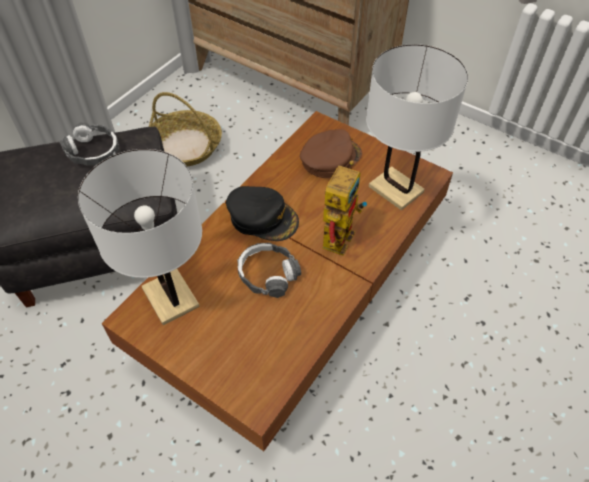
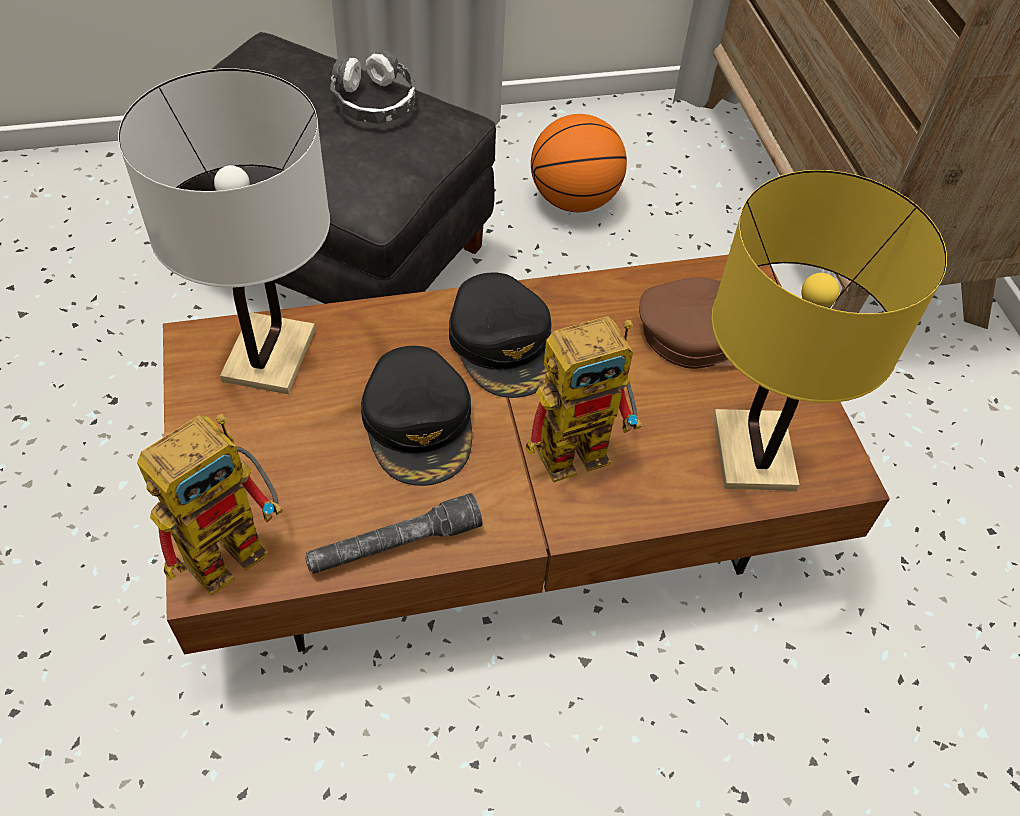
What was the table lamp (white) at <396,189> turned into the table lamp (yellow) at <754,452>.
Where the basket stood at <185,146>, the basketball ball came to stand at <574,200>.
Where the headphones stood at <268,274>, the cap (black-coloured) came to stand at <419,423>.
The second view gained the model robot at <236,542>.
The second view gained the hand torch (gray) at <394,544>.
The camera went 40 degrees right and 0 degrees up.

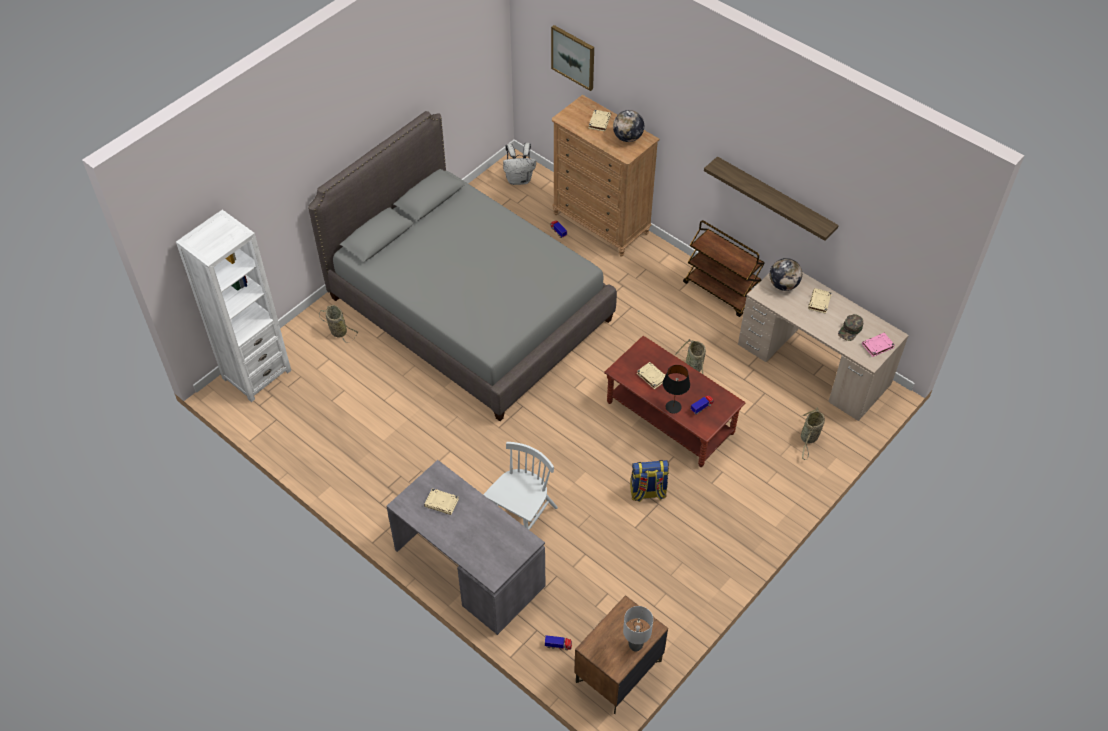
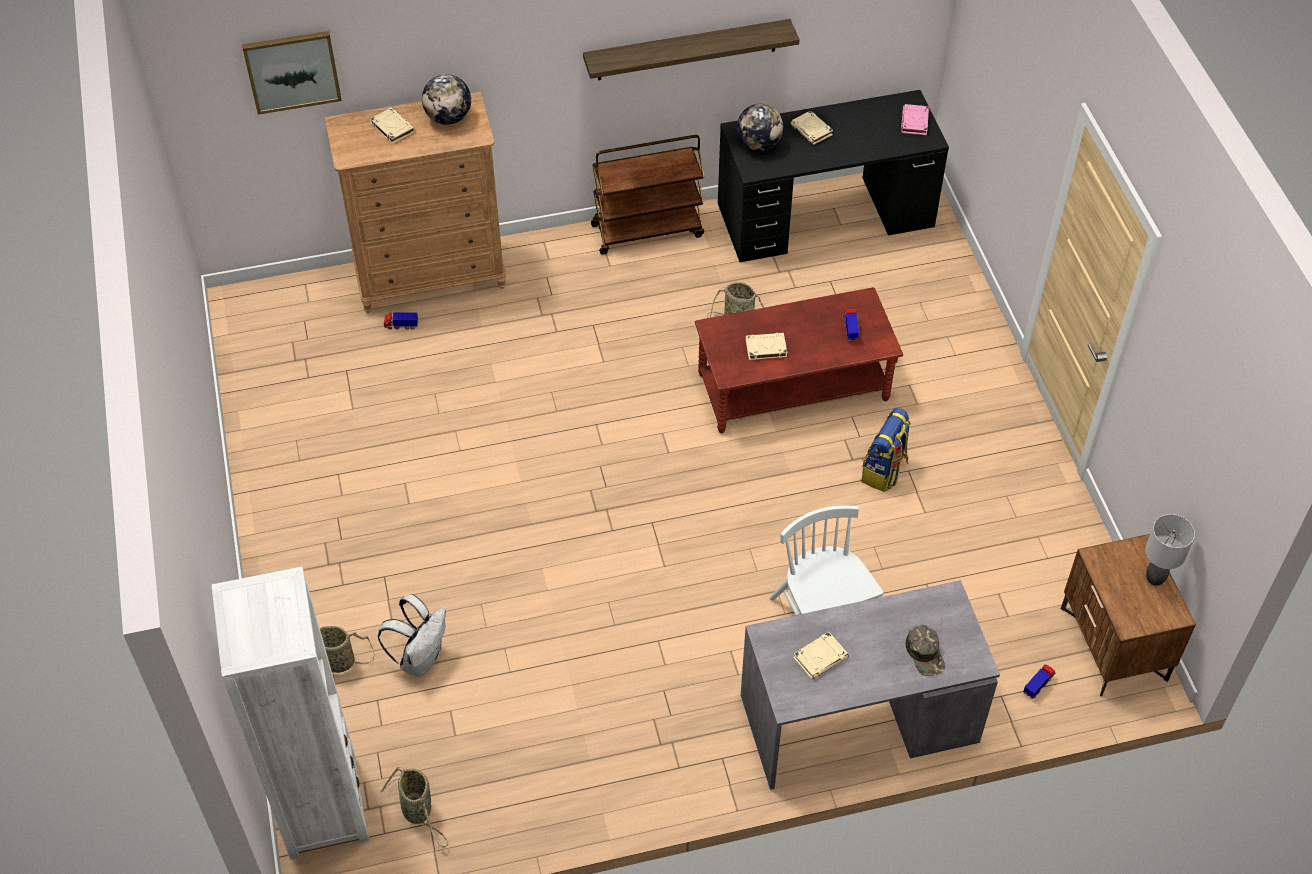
The second view lost the sleeping bed (gray) at <469,308>.
The backpack (white) ended up elsewhere, having gone from <519,179> to <420,658>.
What was the desk (sand-coloured) at <813,364> turned into the desk (black-coloured) at <826,215>.
The cap (green-coloured) ended up elsewhere, having gone from <850,330> to <925,653>.
The second view lost the table lamp (black-coloured) at <673,406>.
The basket ended up elsewhere, having gone from <809,438> to <418,812>.
The camera went 55 degrees left and 0 degrees up.

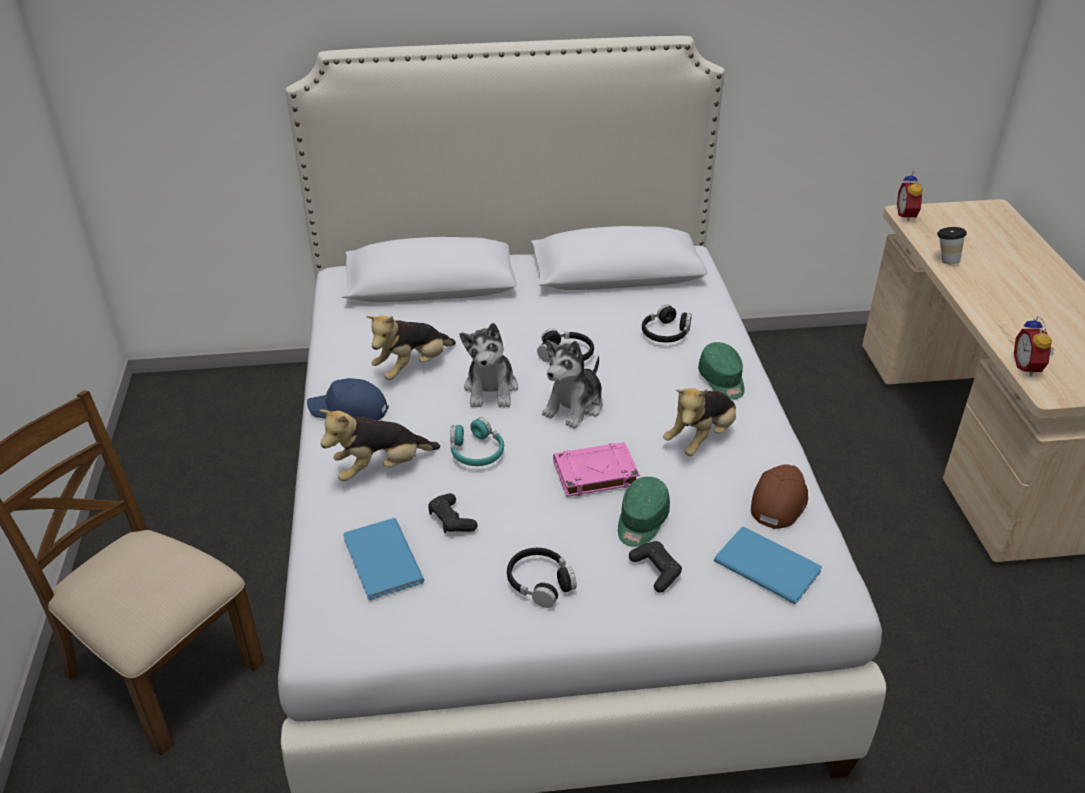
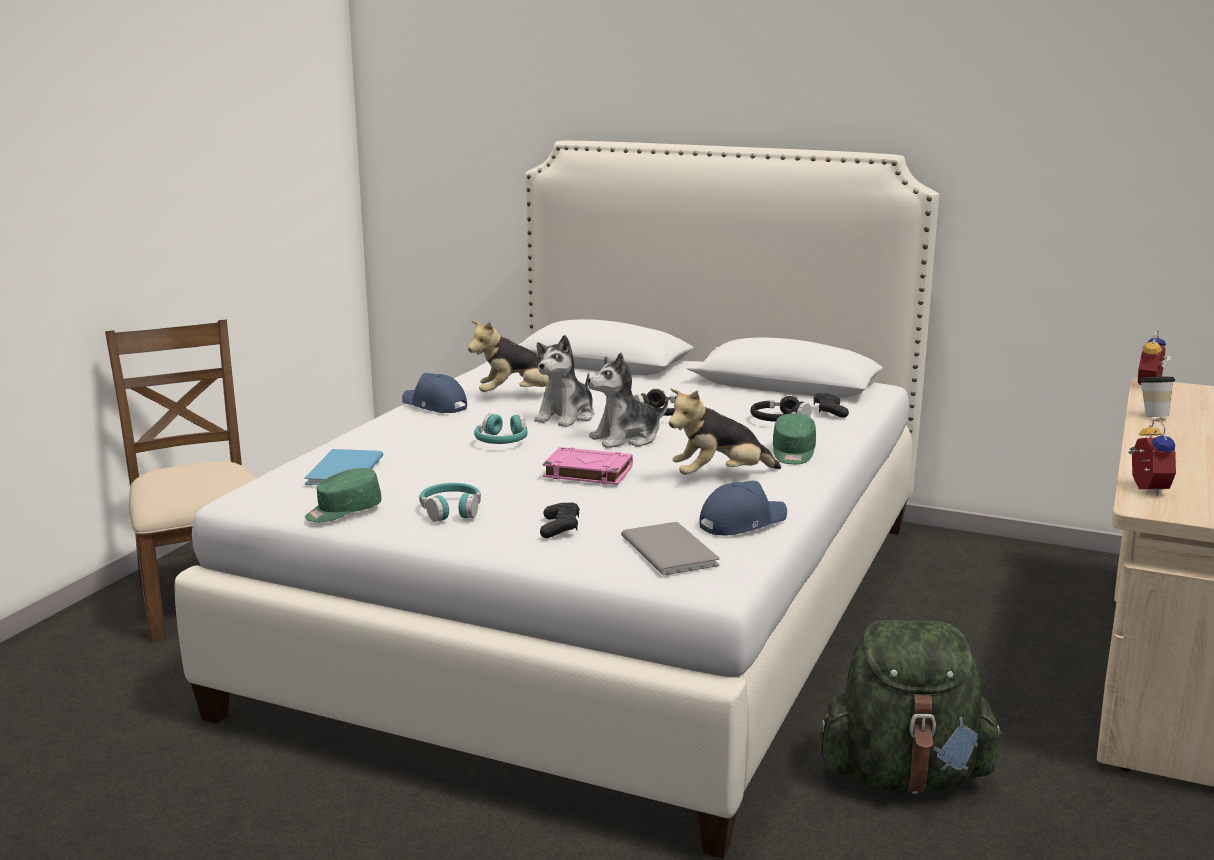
The bedside clock at <1029,367> ended up facing another way, 150 degrees clockwise from before.
The second view lost the cuddly toy at <380,468>.
What was the cap (brownish) at <778,500> turned into the cap (blue) at <741,522>.
The cap (green-coloured) ended up elsewhere, having gone from <641,522> to <343,511>.
The game controller (black-coloured) ended up elsewhere, having gone from <451,520> to <829,412>.
What was the book (blue) at <766,563> turned into the book (gray) at <671,549>.
What was the headphones (black-coloured) at <540,582> turned into the headphones (blue-green) at <451,510>.
The second view gained the backpack (green-coloured) at <904,777>.
The camera went 30 degrees right and 20 degrees down.

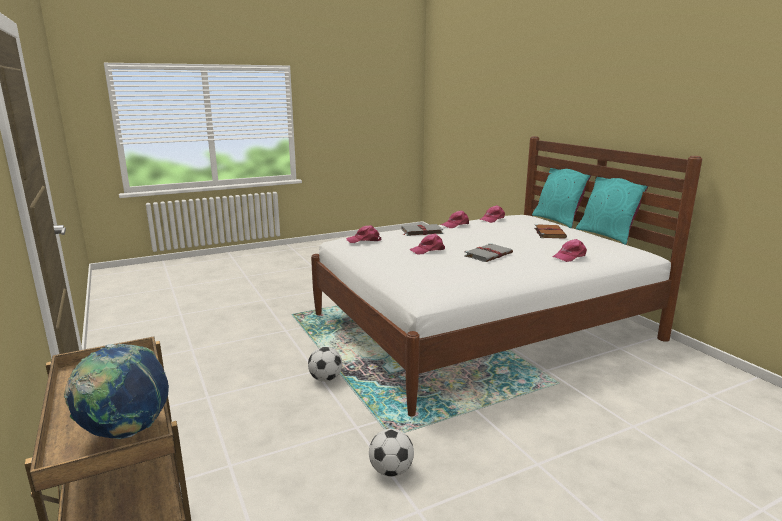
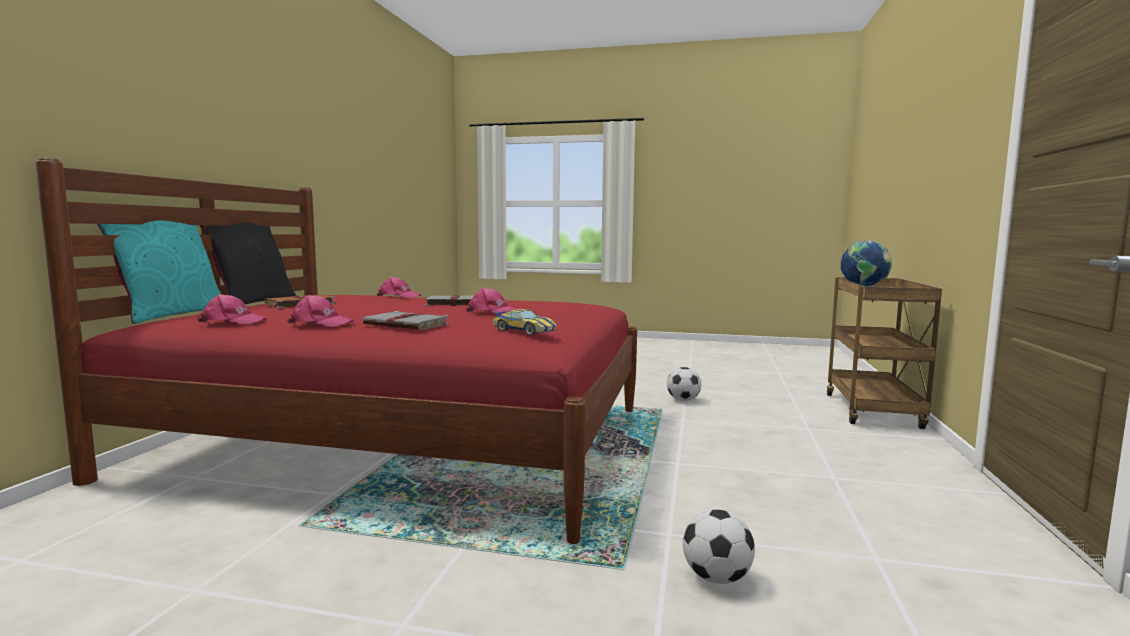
What was the sleeping bed (white) at <482,326> turned into the sleeping bed (red) at <403,441>.
What was the throw pillow (blue-green) at <607,235> turned into the throw pillow (black-coloured) at <253,303>.
Where the cap (pinkish) stood at <364,240>, the miniature car came to stand at <524,330>.
The football ball ended up elsewhere, having gone from <325,379> to <716,578>.
The camera went 140 degrees left and 10 degrees down.

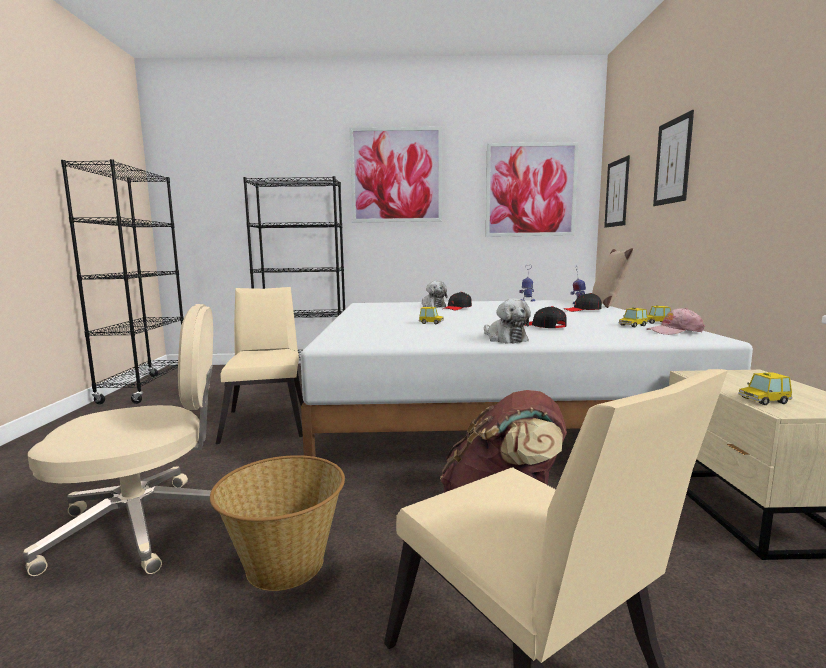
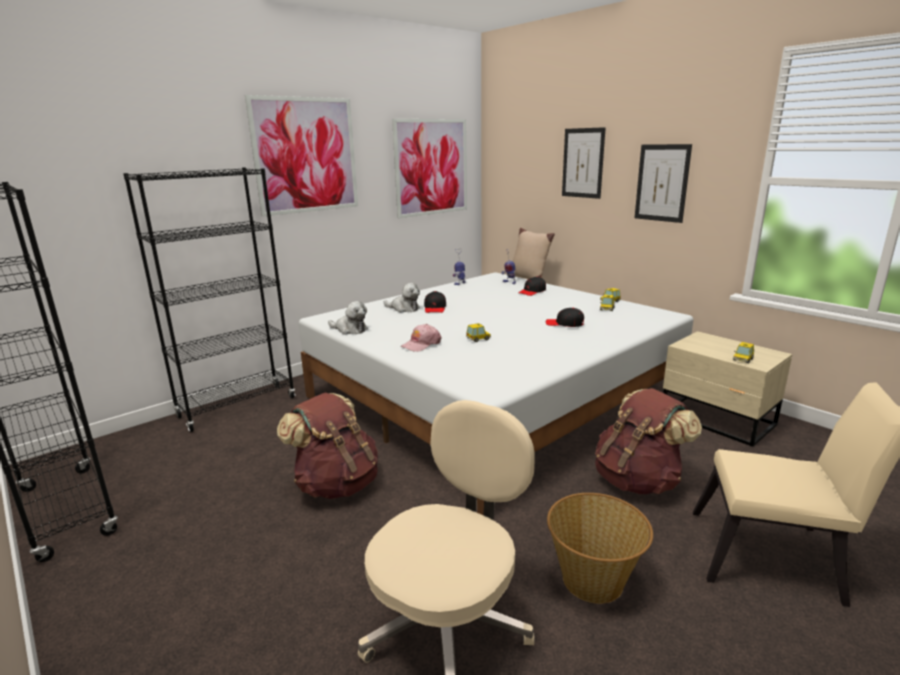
The wall art ended up elsewhere, having gone from <617,193> to <662,183>.
Where the plain chair (sand-coloured) stood at <267,421>, the backpack (brownish) came to stand at <336,484>.
The cuddly toy ended up elsewhere, having gone from <505,339> to <350,330>.
The cap (pinkish) ended up elsewhere, having gone from <674,331> to <421,344>.
The camera went 40 degrees left and 10 degrees up.

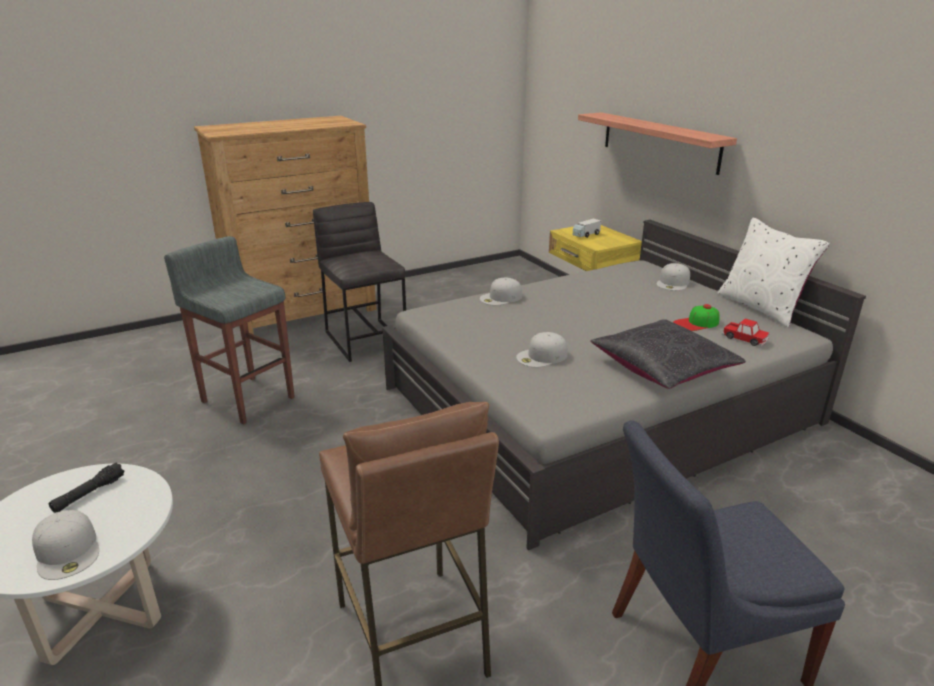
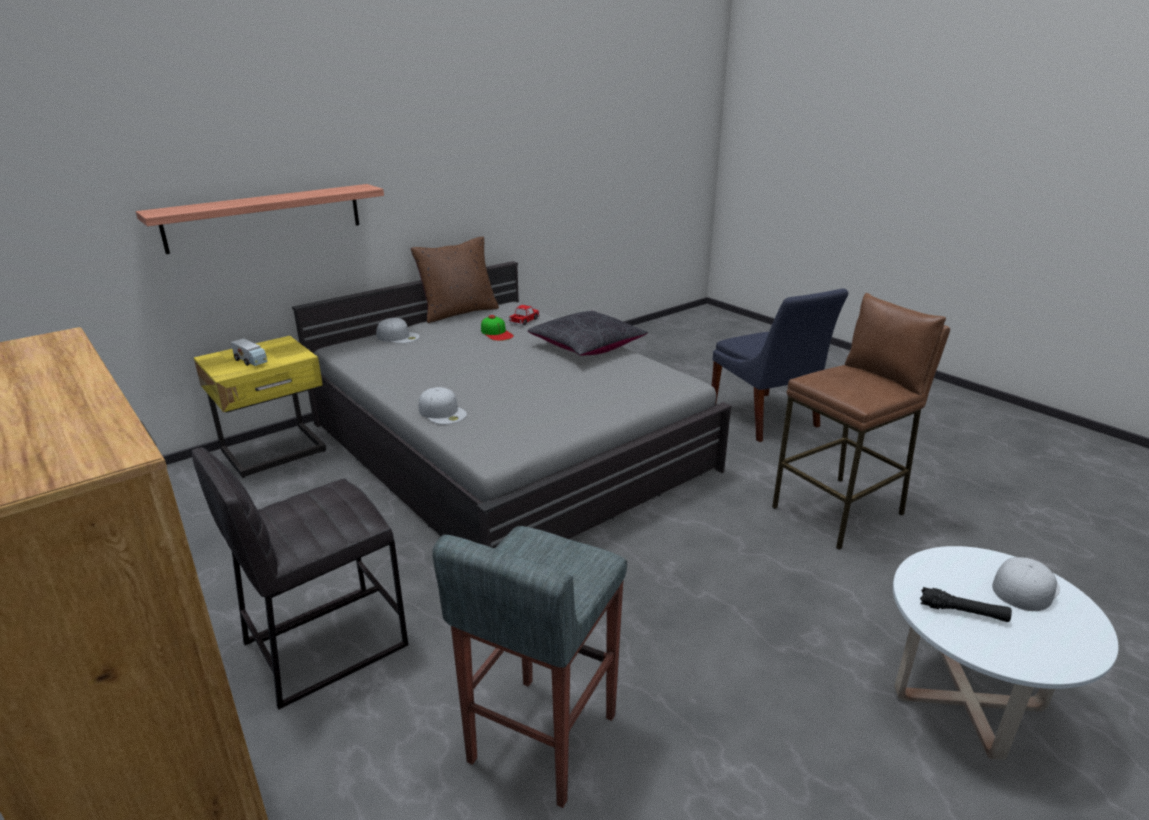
What was the throw pillow (white) at <761,307> turned into the throw pillow (brownish) at <458,312>.
The second view lost the cap (white) at <542,356>.
The camera went 100 degrees left and 0 degrees up.

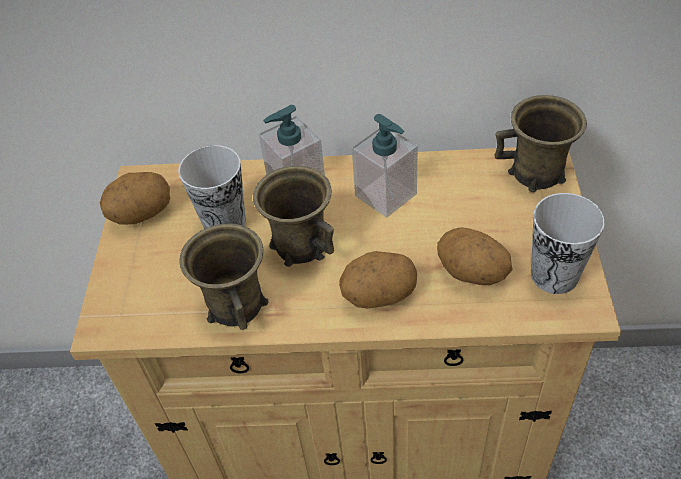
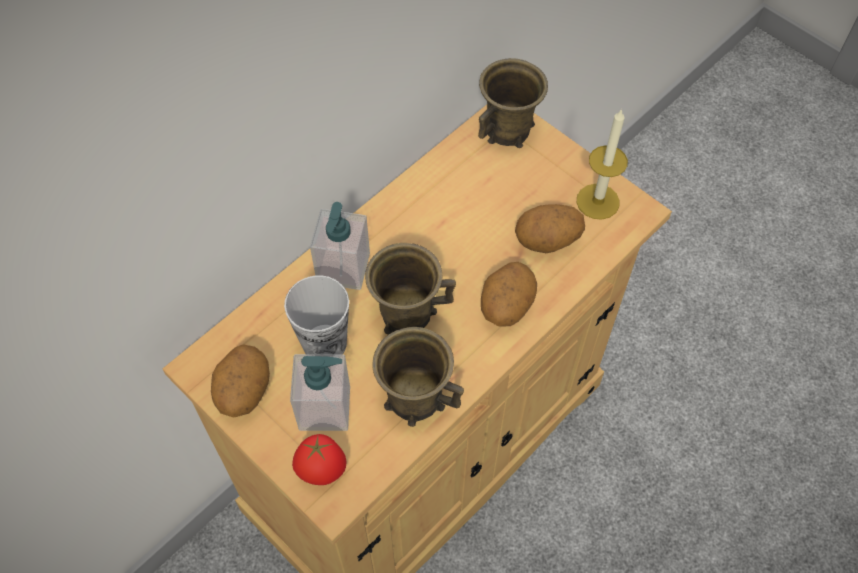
The soap bottle ended up elsewhere, having gone from <386,195> to <325,408>.
Where the small cup stood at <554,275>, the wax candle came to stand at <597,201>.
The second view gained the tomato at <322,471>.
The camera went 50 degrees left and 10 degrees up.

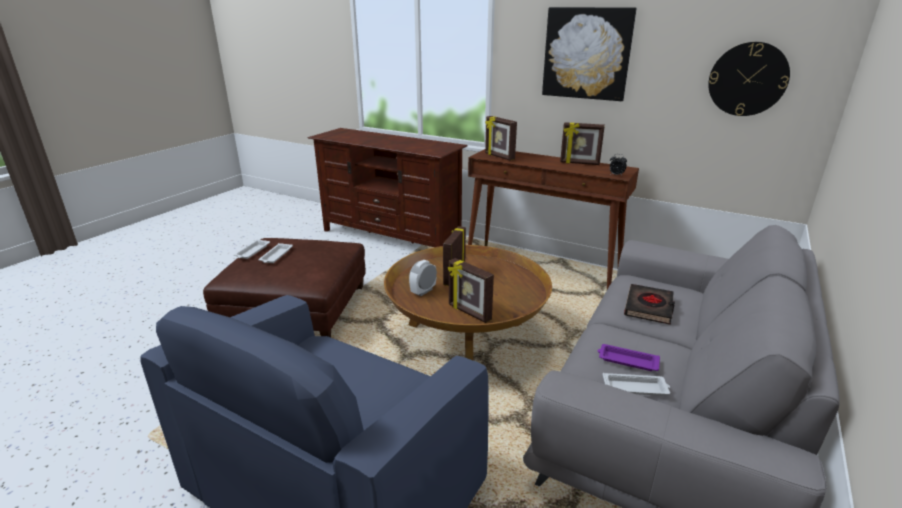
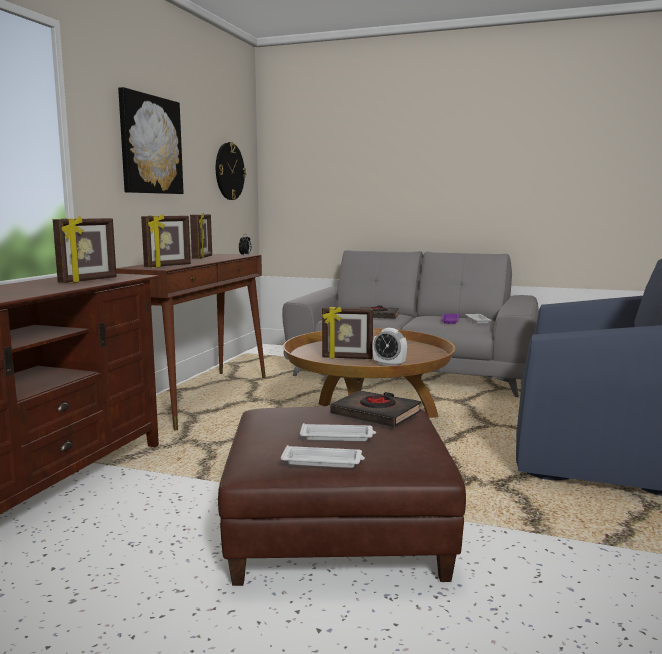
The photo frame ended up elsewhere, having gone from <469,313> to <88,280>.
The second view gained the book (black-coloured) at <376,414>.
The camera went 100 degrees left and 15 degrees down.

